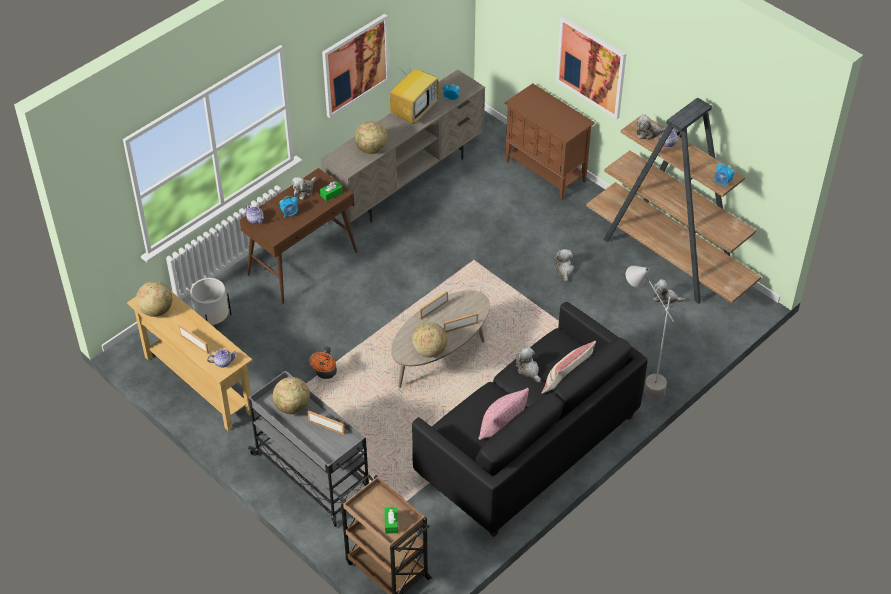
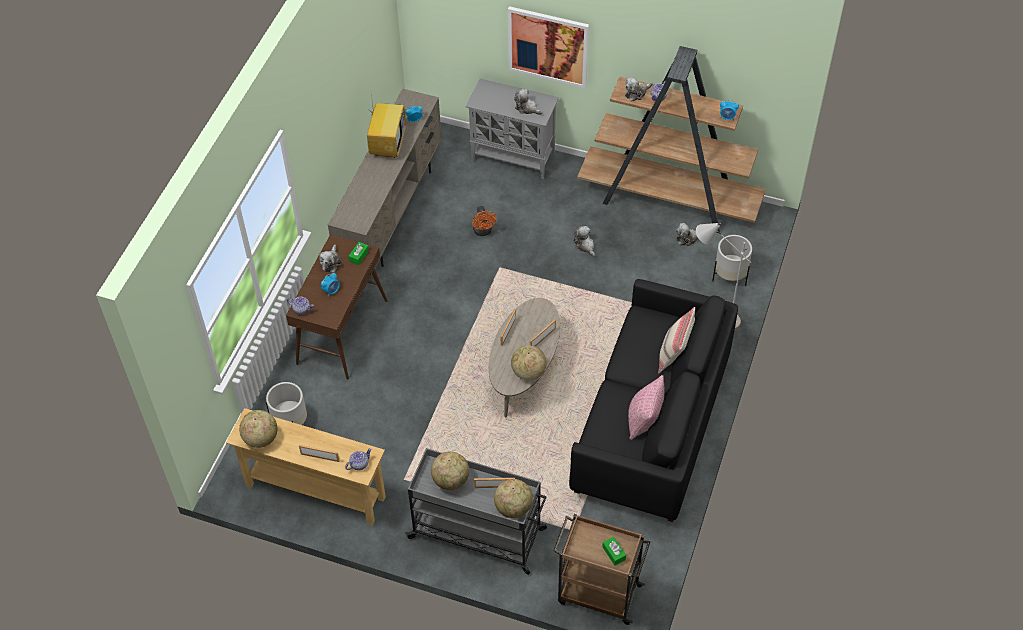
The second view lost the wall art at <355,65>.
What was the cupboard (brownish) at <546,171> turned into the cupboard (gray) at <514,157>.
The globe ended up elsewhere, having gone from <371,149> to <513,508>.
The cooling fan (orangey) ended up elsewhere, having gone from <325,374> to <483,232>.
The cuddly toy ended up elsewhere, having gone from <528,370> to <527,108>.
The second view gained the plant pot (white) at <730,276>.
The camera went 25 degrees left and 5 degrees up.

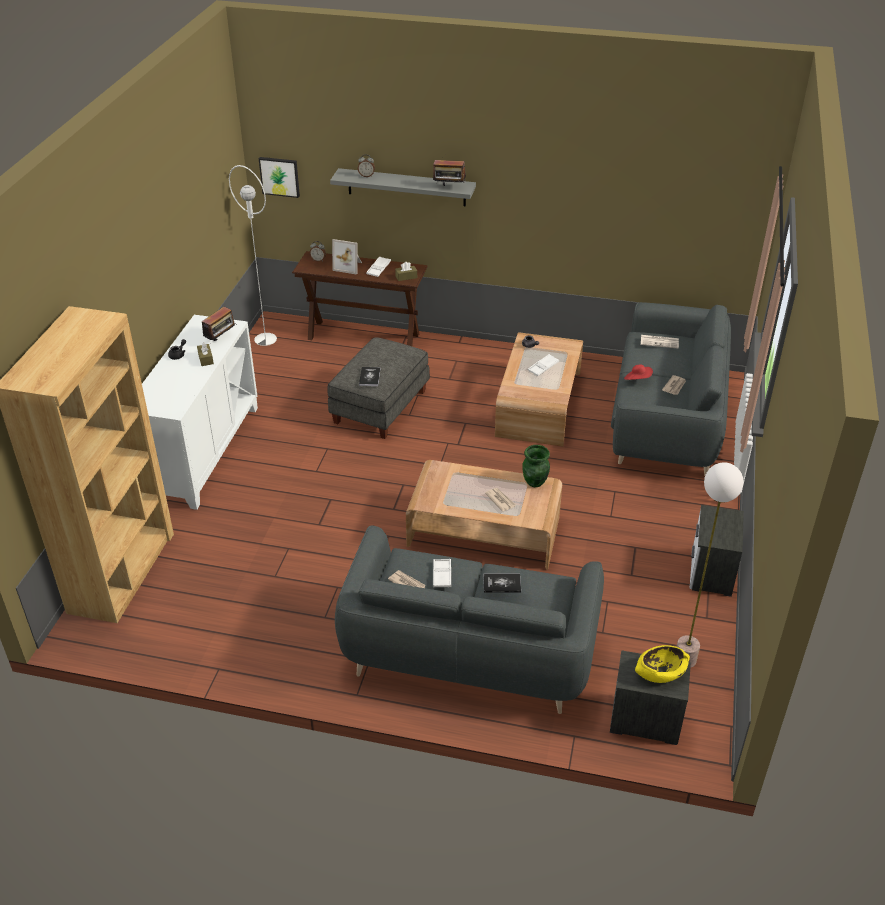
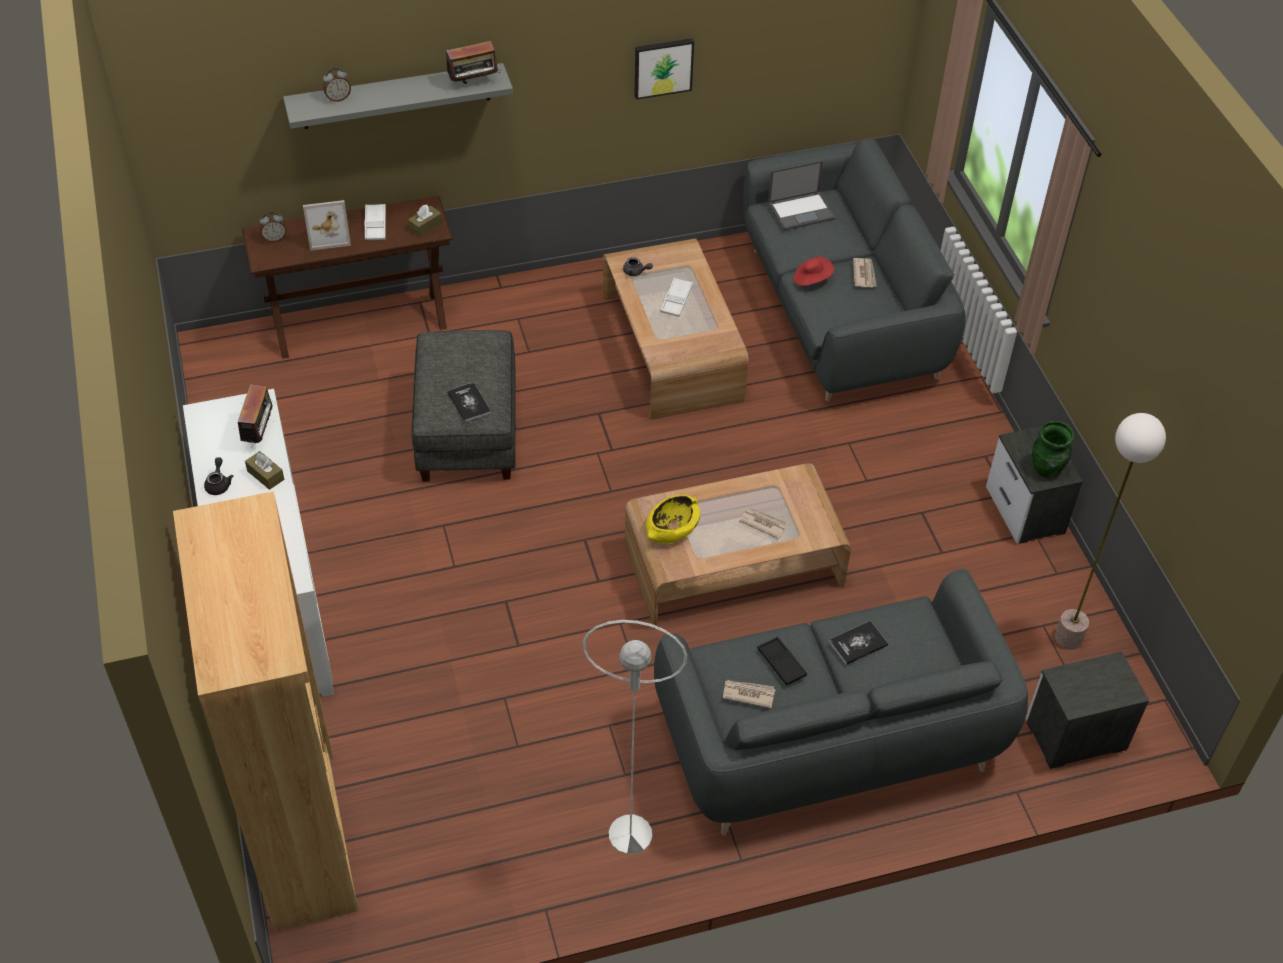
The wall art ended up elsewhere, having gone from <280,176> to <663,67>.
The standard lamp (white) ended up elsewhere, having gone from <265,339> to <630,834>.
Where the printed paper stood at <660,342>, the laptop came to stand at <802,211>.
The decorative vase (green-coloured) ended up elsewhere, having gone from <535,482> to <1046,469>.
What was the serving tray (white) at <442,575> turned into the serving tray (black-coloured) at <781,663>.
The deep dish (yellow) ended up elsewhere, having gone from <660,672> to <672,529>.
The camera went 30 degrees left and 10 degrees up.

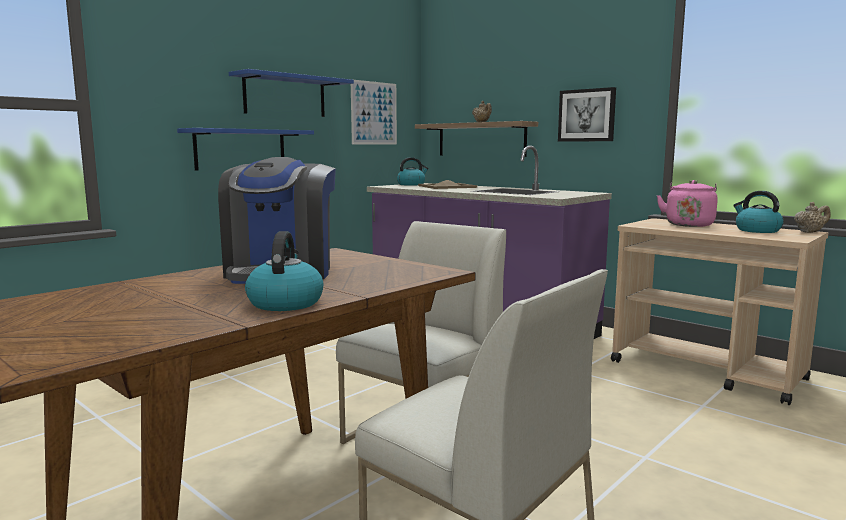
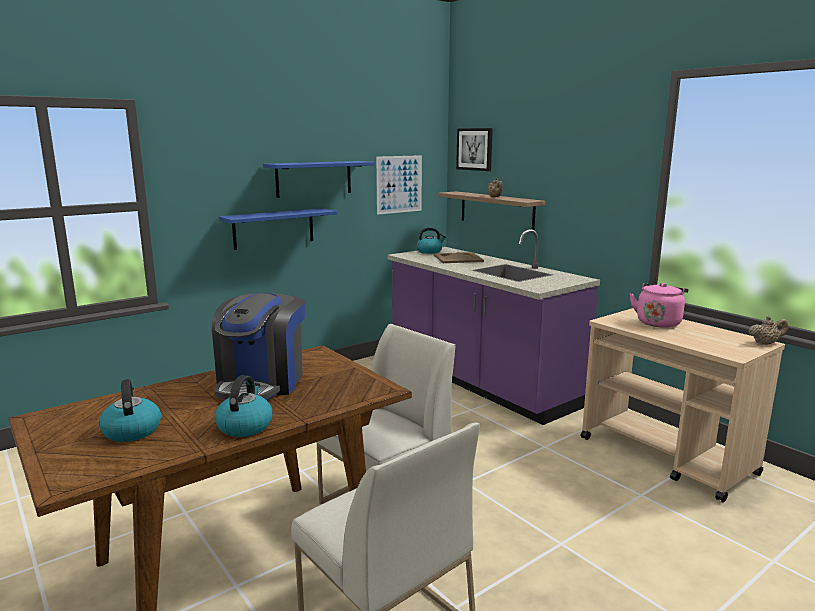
The wall art ended up elsewhere, having gone from <587,115> to <475,149>.
The water kettle ended up elsewhere, having gone from <756,230> to <131,430>.
The camera went 10 degrees right and 5 degrees up.

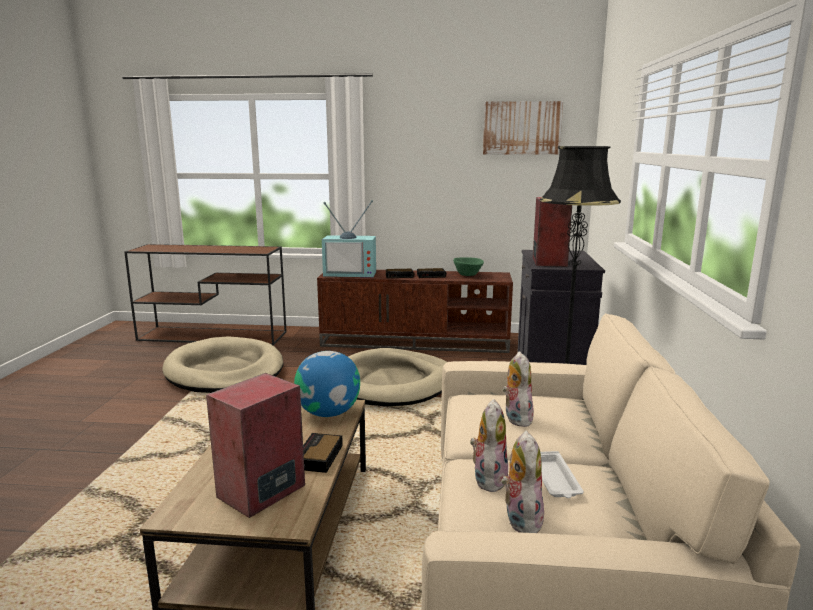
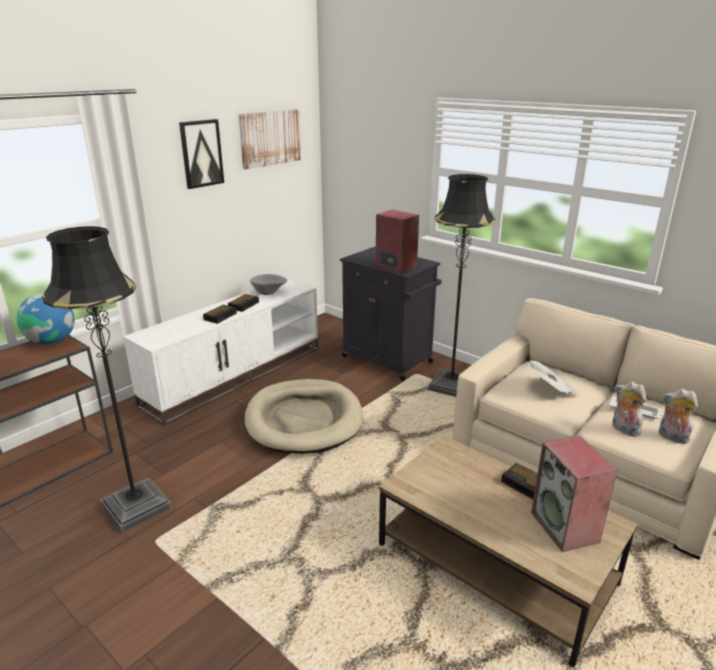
The second view lost the TV set at <351,273>.
What was the deep dish (green-coloured) at <469,275> turned into the deep dish (gray) at <269,293>.
What was the tv unit (brownish) at <416,342> turned into the tv unit (white) at <235,375>.
Where the dog bed (sand-coloured) stood at <225,371>, the standard lamp (black-coloured) came to stand at <136,507>.
The globe ended up elsewhere, having gone from <328,413> to <51,341>.
Where the cuddly toy stood at <515,418>, the printed paper came to stand at <551,390>.
The second view gained the wall art at <201,153>.
The camera went 55 degrees left and 10 degrees up.

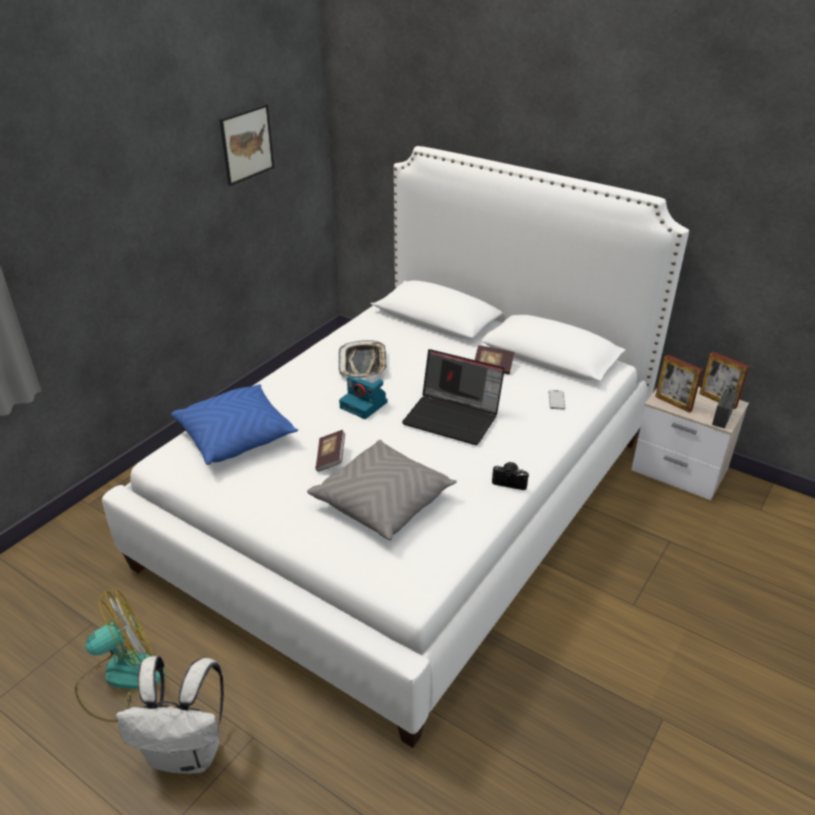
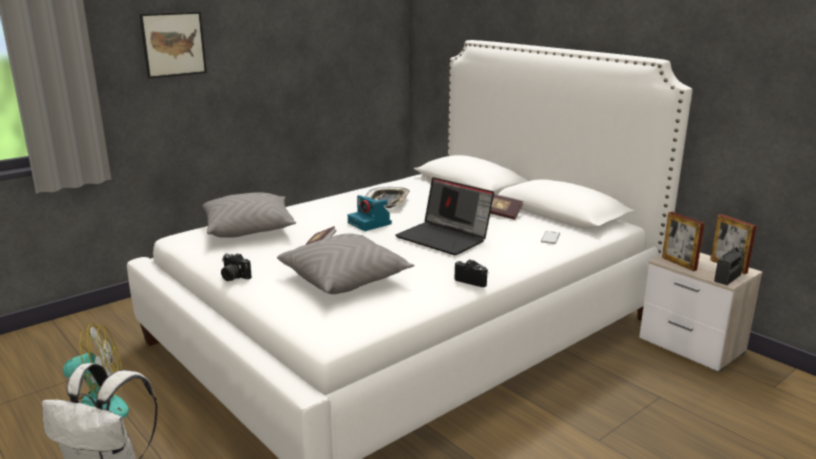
The wall art ended up elsewhere, having gone from <247,144> to <173,44>.
What was the throw pillow (blue) at <236,436> turned into the throw pillow (gray) at <249,229>.
The second view gained the photo camera at <233,277>.
The camera went 15 degrees right and 15 degrees down.

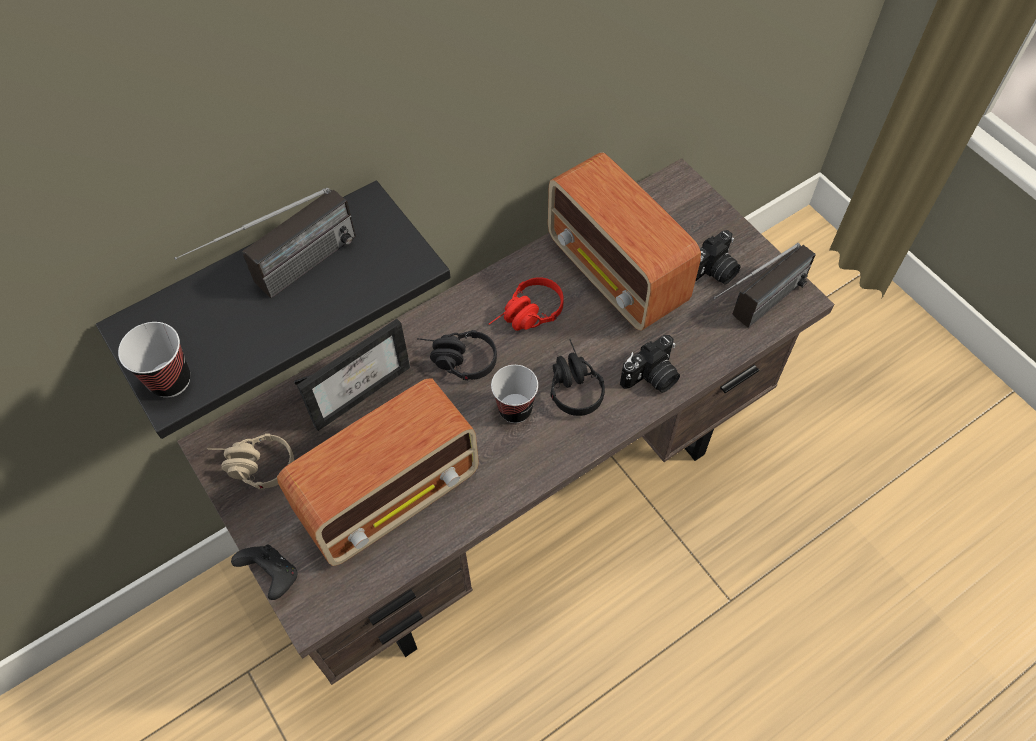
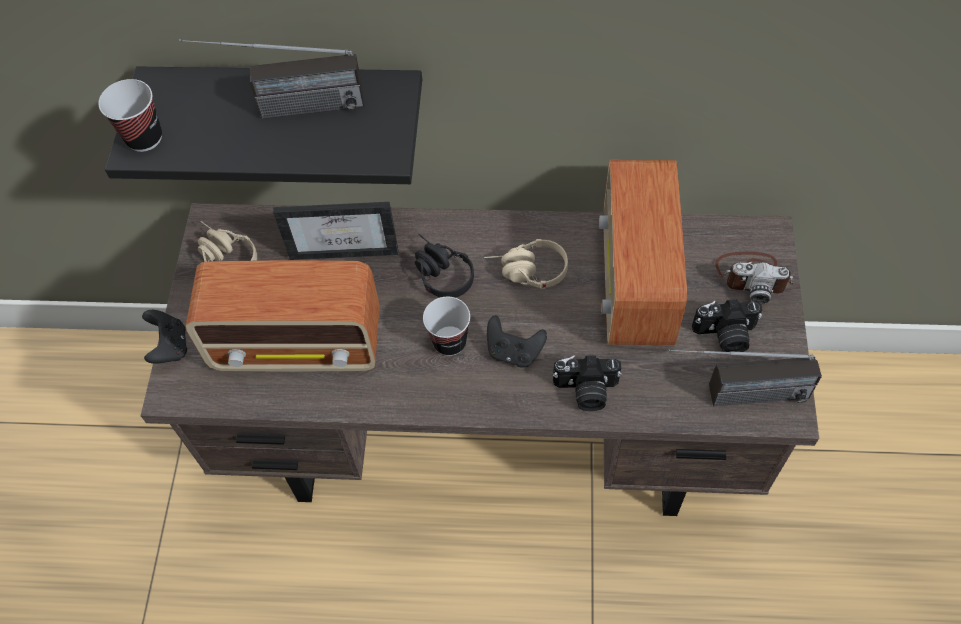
What was the headphones (red) at <527,316> turned into the headphones (sand-coloured) at <526,272>.
Where the headphones (black-coloured) stood at <572,383>, the game controller (black-coloured) came to stand at <514,351>.
The second view gained the photo camera at <752,276>.
The camera went 40 degrees right and 0 degrees up.

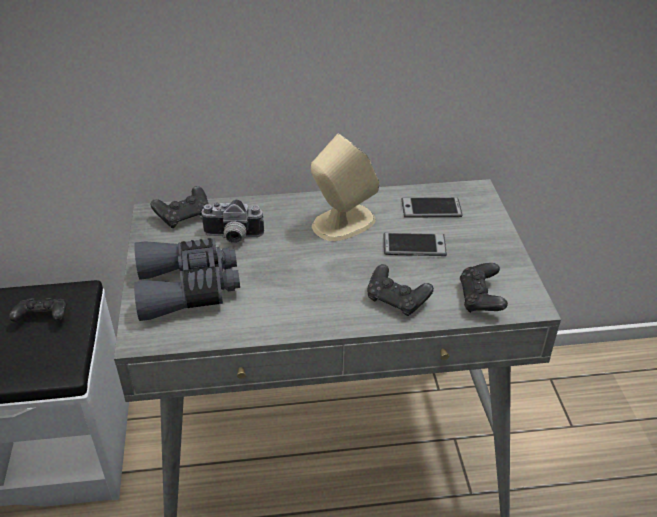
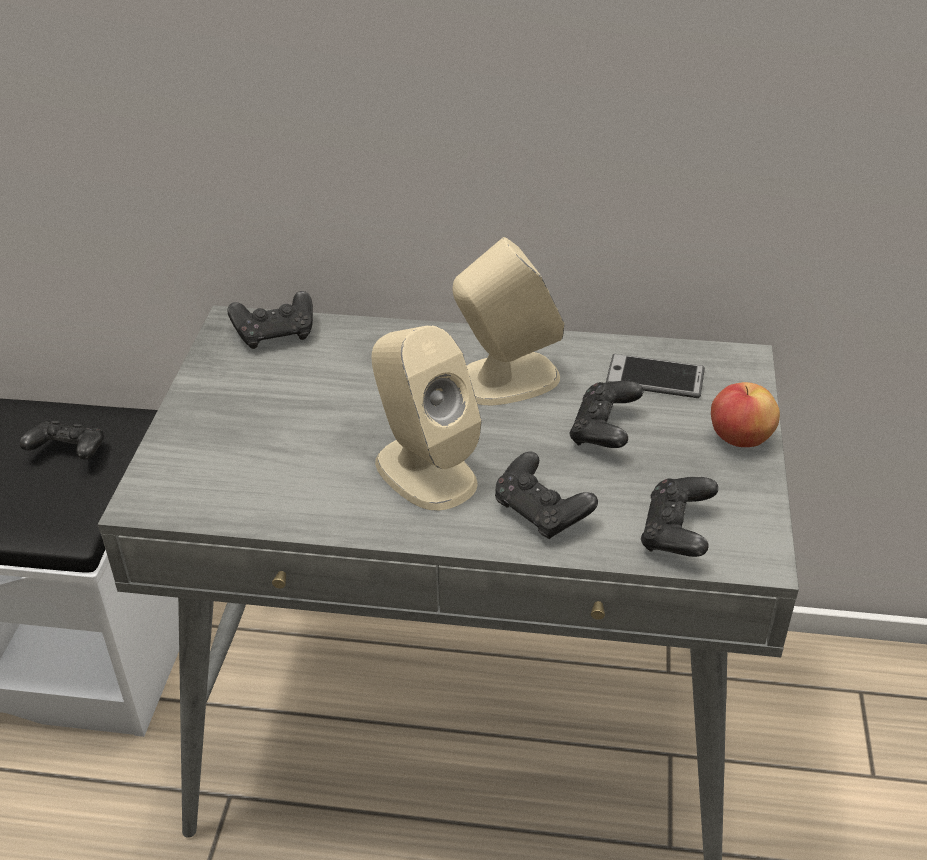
The second view lost the photo camera at <232,238>.
Where the handset stood at <414,245>, the game controller (black-coloured) came to stand at <604,431>.
The second view lost the pair of binoculars (gray) at <188,288>.
The second view gained the audio speaker (sand-coloured) at <424,471>.
The second view gained the whole apple at <739,438>.
The camera went 15 degrees right and 0 degrees up.

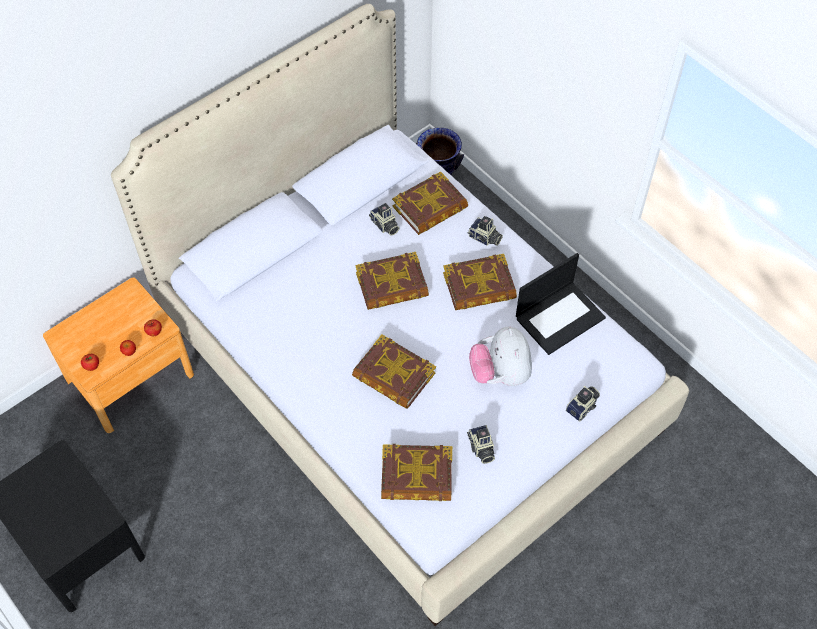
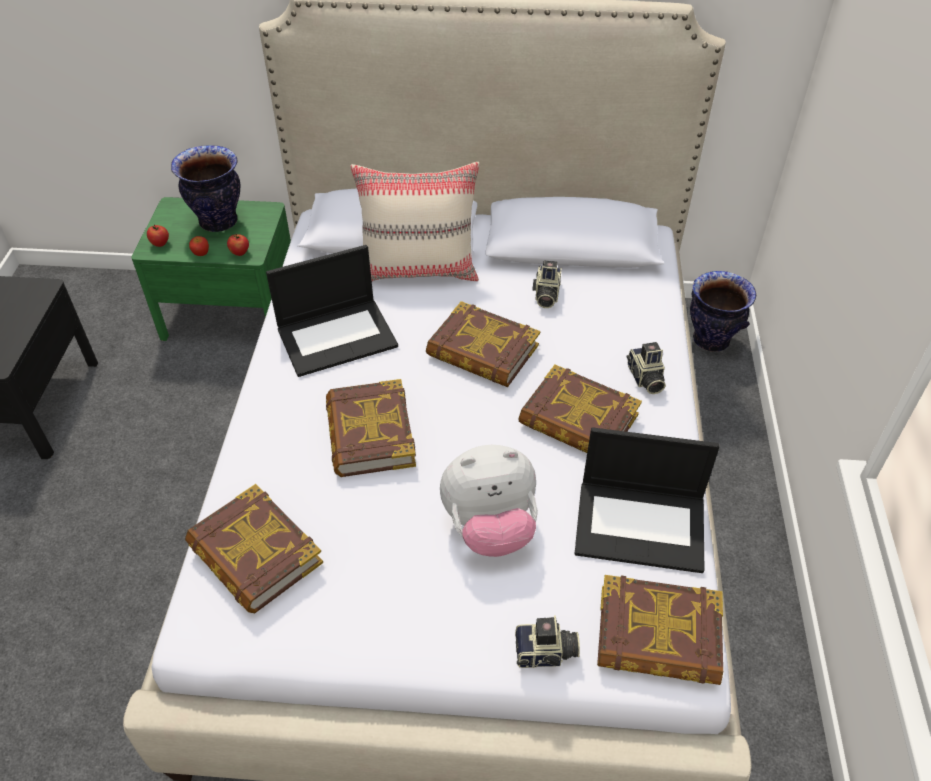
The book ended up elsewhere, having gone from <430,208> to <658,637>.
What was the night table (brownish) at <130,377> turned into the night table (green-coloured) at <231,311>.
The cuddly toy at <500,373> ended up facing another way, 135 degrees counterclockwise from before.
The second view lost the photo camera at <481,448>.
The second view gained the decorative vase at <219,222>.
The second view gained the throw pillow (sand-coloured) at <419,269>.
The second view gained the laptop at <338,336>.
The camera went 45 degrees right and 10 degrees down.

